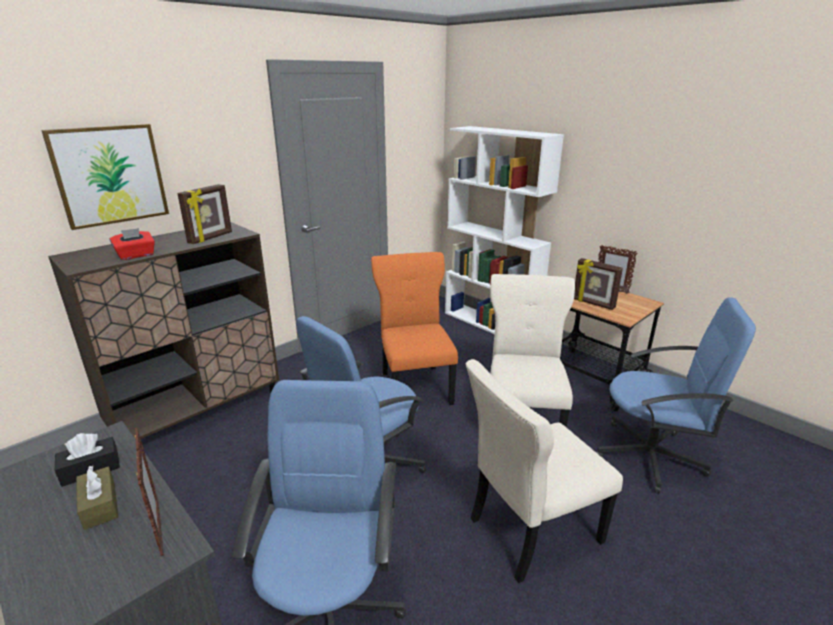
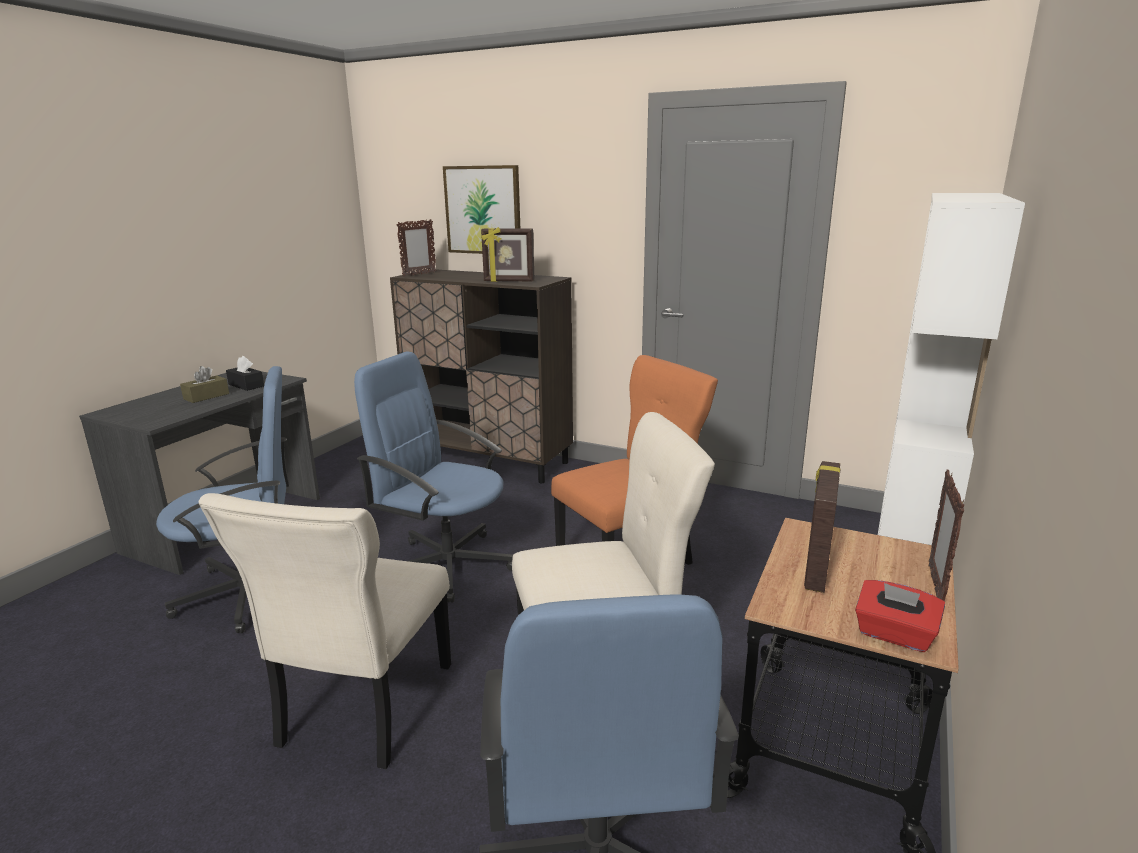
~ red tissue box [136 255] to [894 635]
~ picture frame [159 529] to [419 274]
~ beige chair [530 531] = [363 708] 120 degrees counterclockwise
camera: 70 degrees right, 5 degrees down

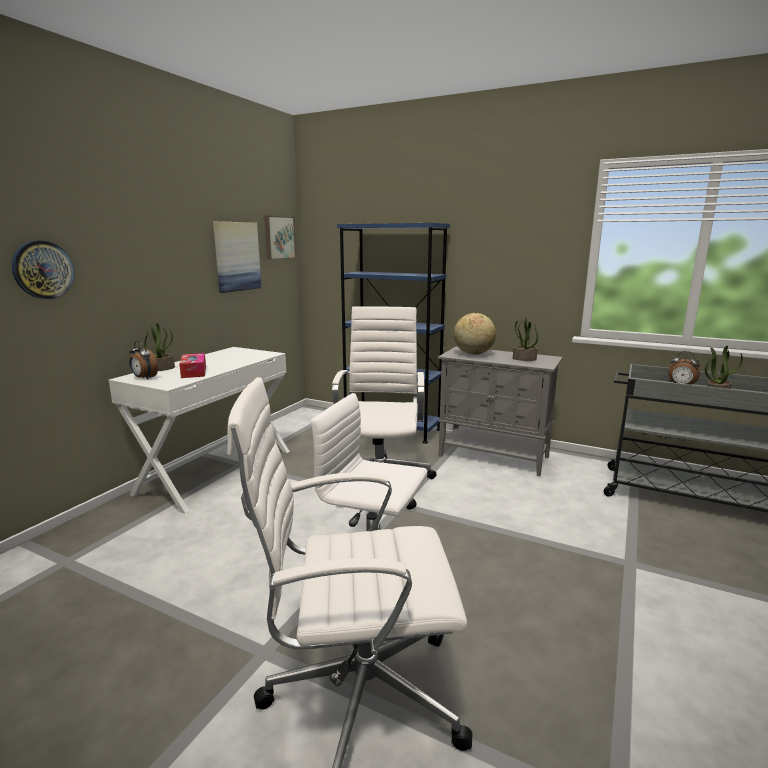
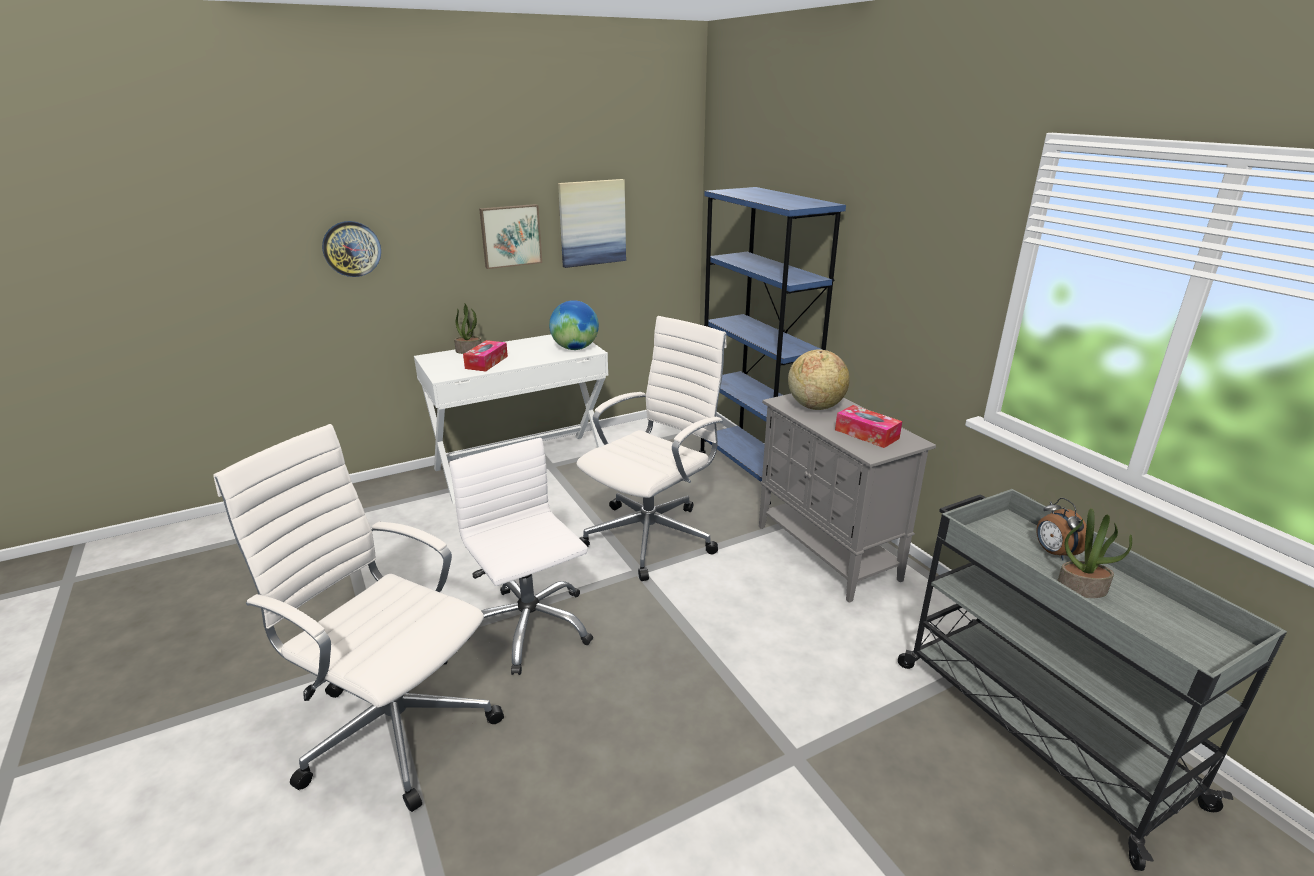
- alarm clock [144 378]
+ globe [575 348]
~ picture [278 237] to [510 235]
~ potted plant [524 359] to tissue box [866 434]
camera: 35 degrees right, 10 degrees up

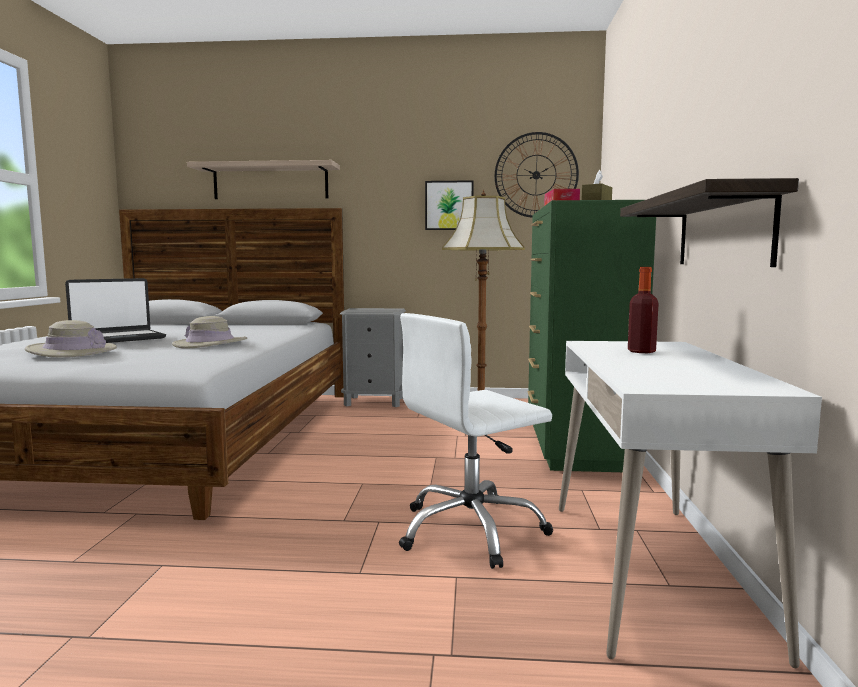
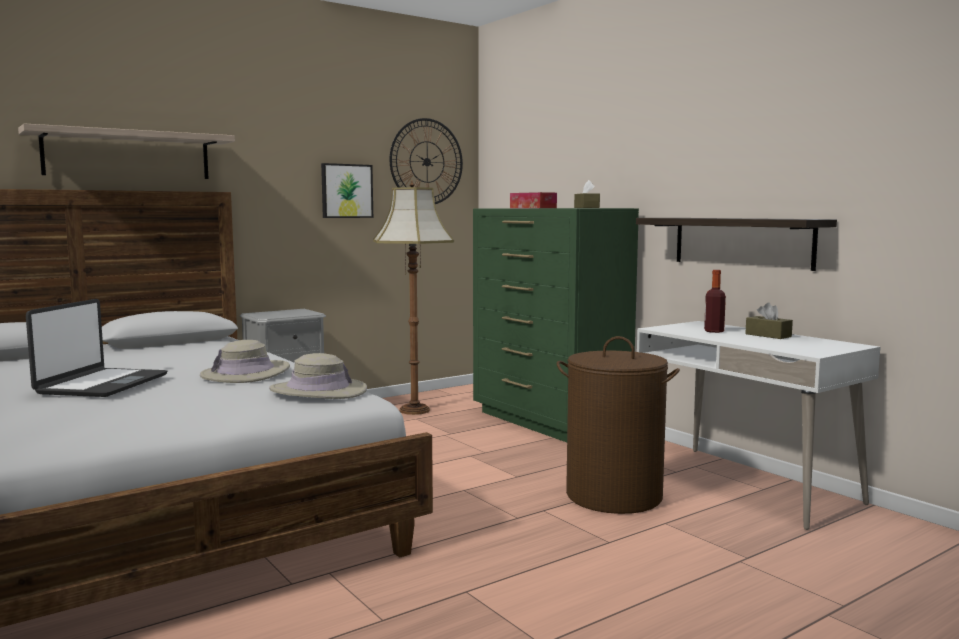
+ brown tissue box [768 335]
~ beige hat [72 351] to [318 391]
~ white office chair [471 531] to brown laundry basket [613 496]
camera: 40 degrees left, 0 degrees up

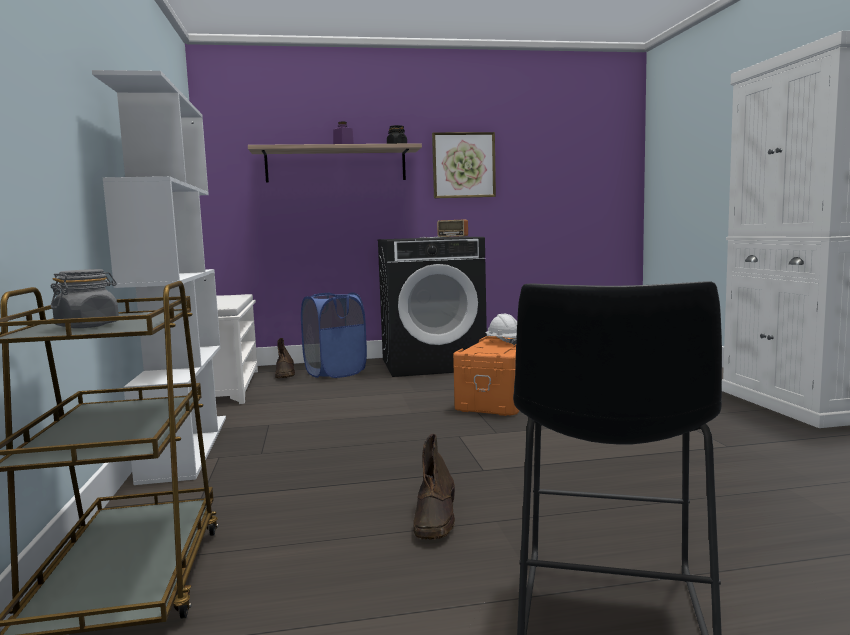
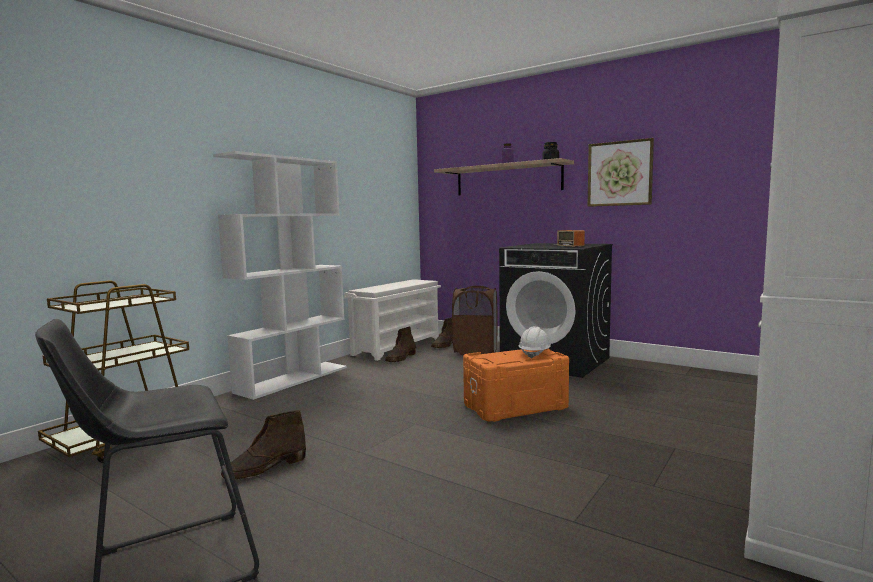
- grey jar [88 326]
+ brown boot [401 358]
~ blue laundry basket [335 372] to brown laundry basket [475 351]
camera: 45 degrees right, 0 degrees up

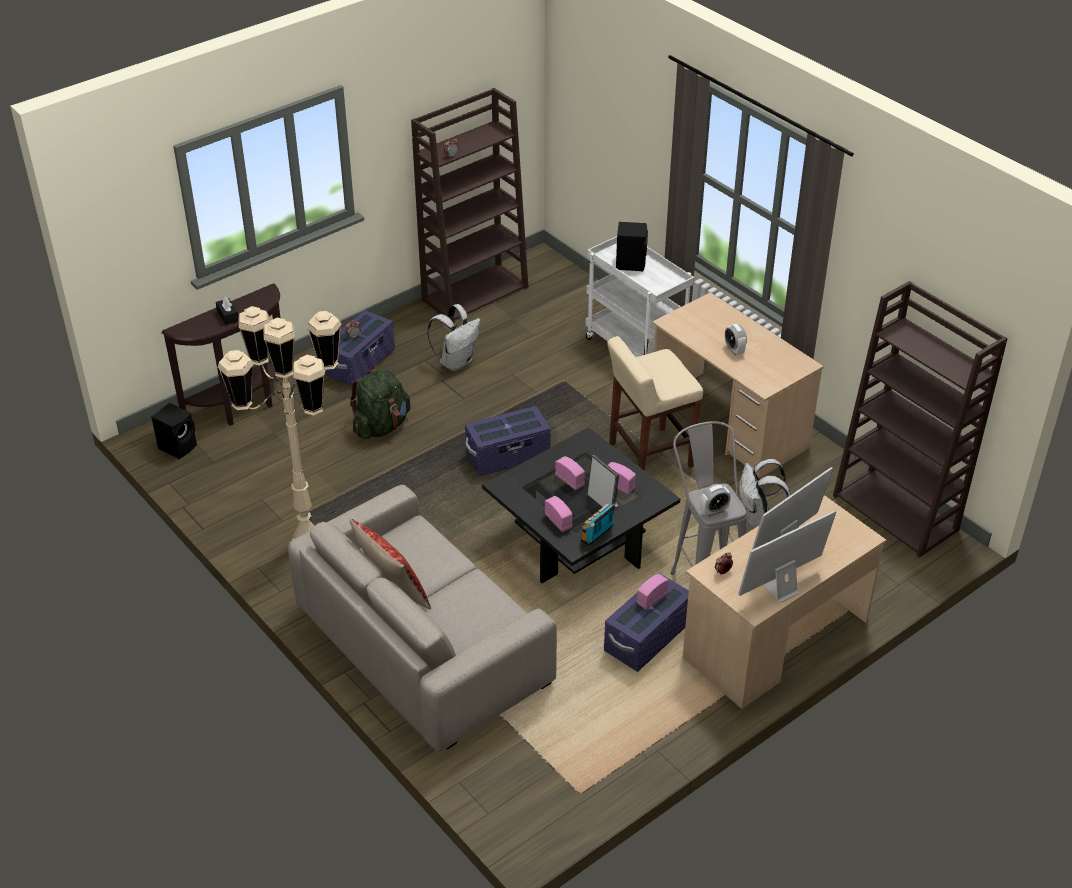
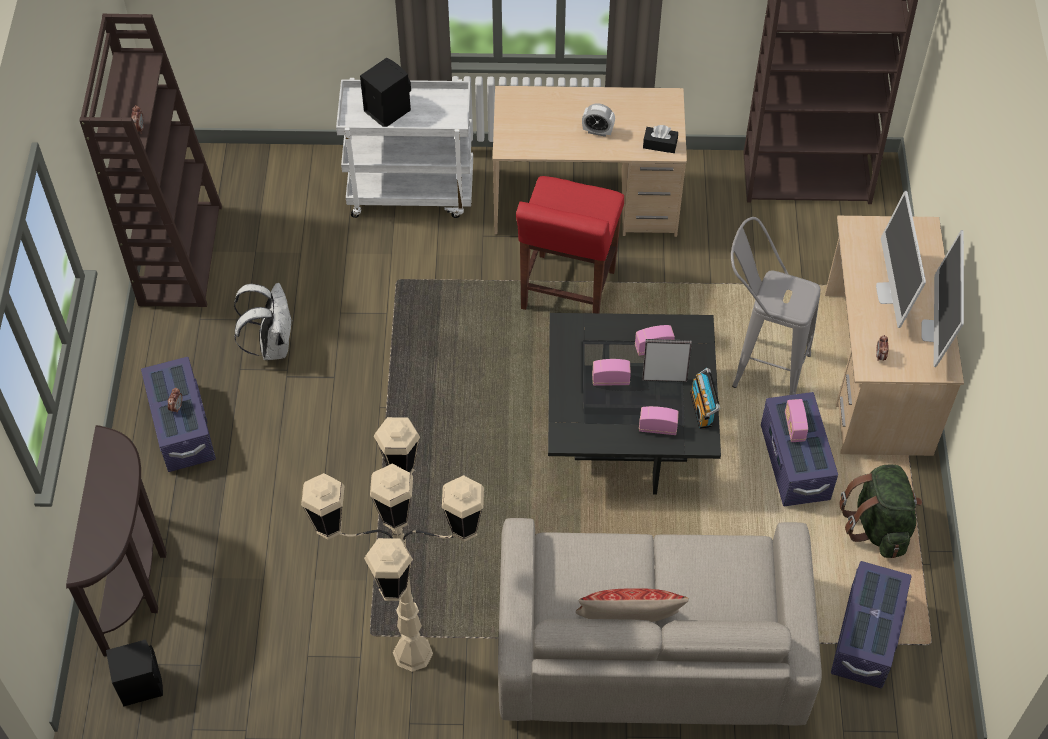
- alarm clock [714 511]
- white backpack [757 519]
~ black tissue box [228 316] to [660 144]
~ green backpack [381 426] to [878 525]
~ purple storage box [508 457] to [866 636]
~ beige stool [649 455] to red stool [567 291]
camera: 50 degrees left, 15 degrees up

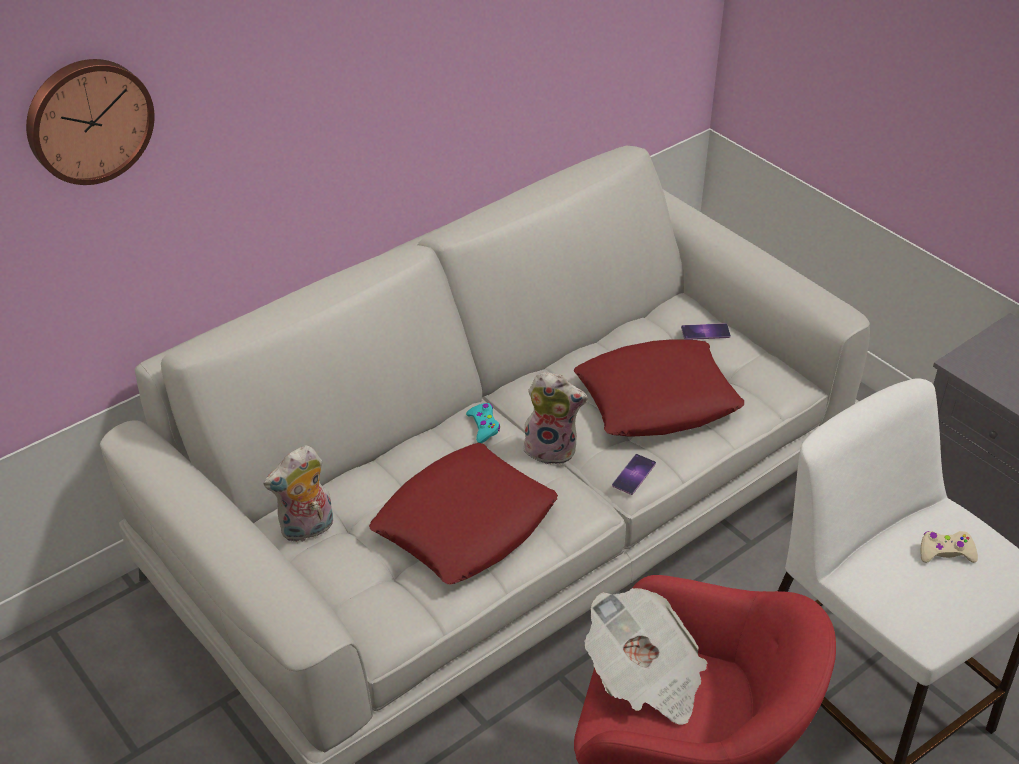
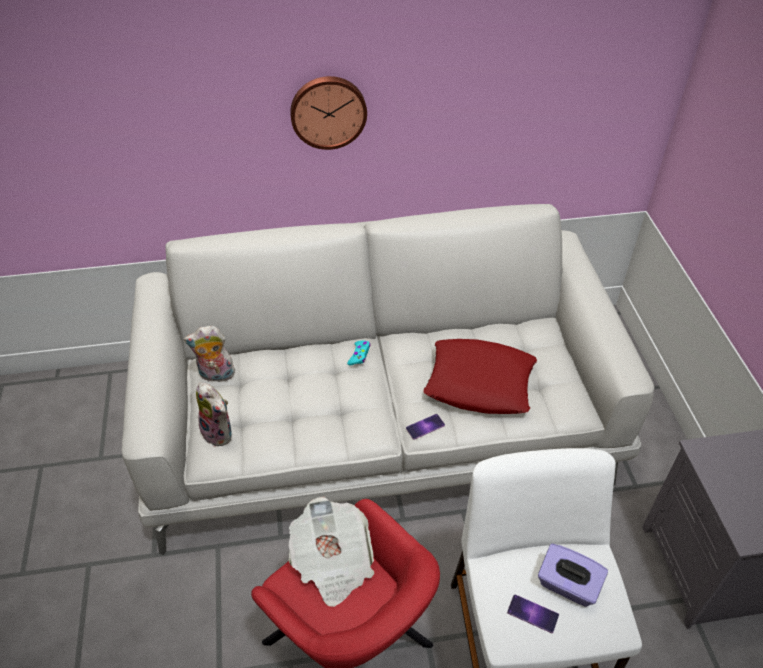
- red pillow [465 523]
~ wall clock [88 119] to [328 111]
~ plush toy [552 449] to [220 432]
~ phone [705 332] to [532 613]
~ beige game controller [945 552] to purple tissue box [567 585]
camera: 30 degrees right, 5 degrees up

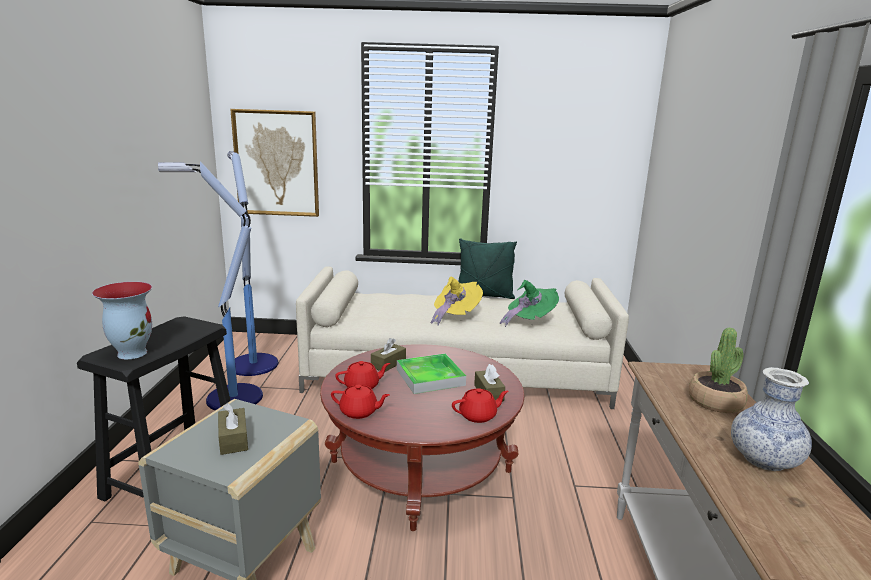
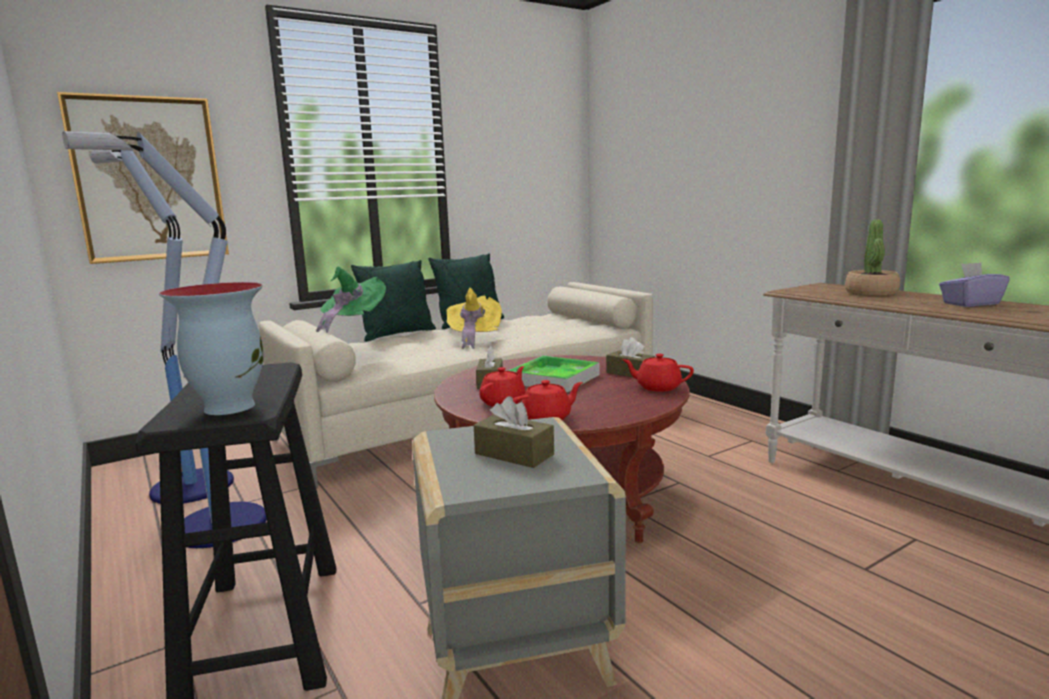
+ green pillow [397 334]
~ green hat [529 320] to [352 323]
~ vase [764 460] to purple tissue box [970 304]
~ red teapot [478 416] = [657 387] 105 degrees counterclockwise
camera: 35 degrees left, 5 degrees down

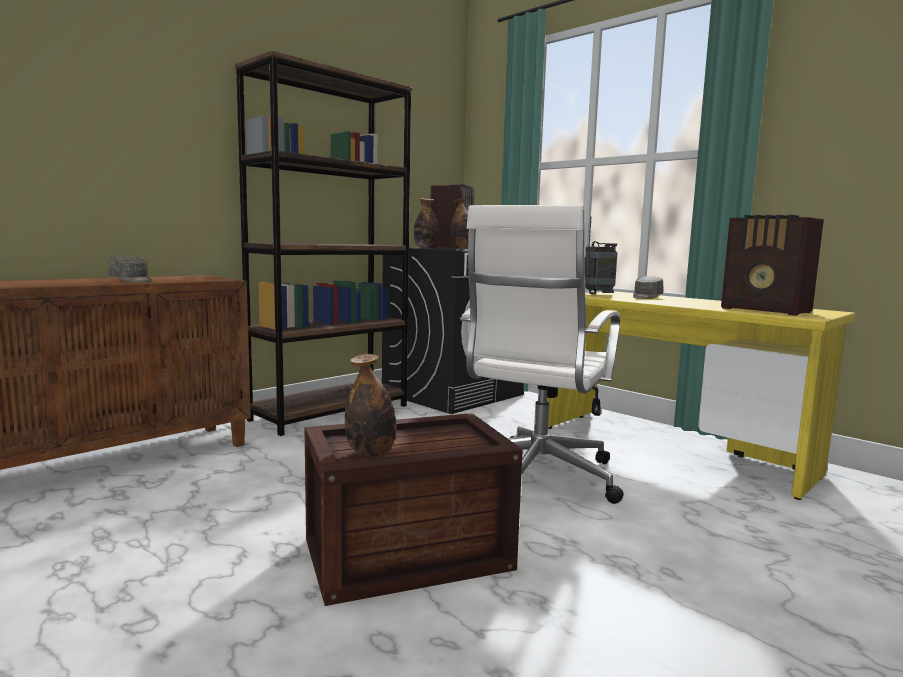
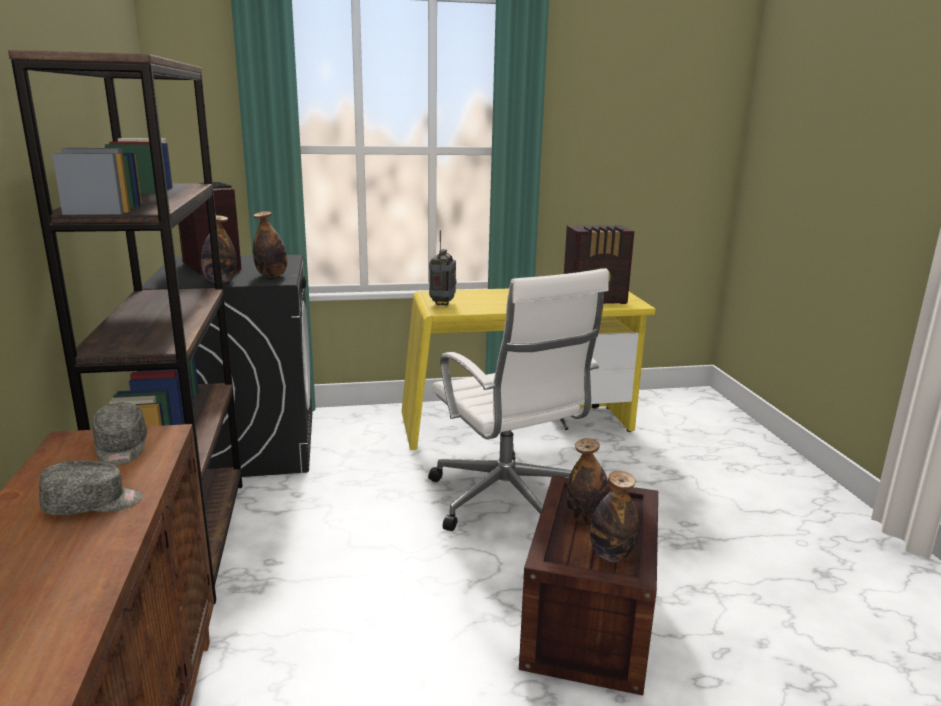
+ bottle [586 519]
~ grey cap [646 297] to [121 448]
camera: 55 degrees left, 10 degrees up

